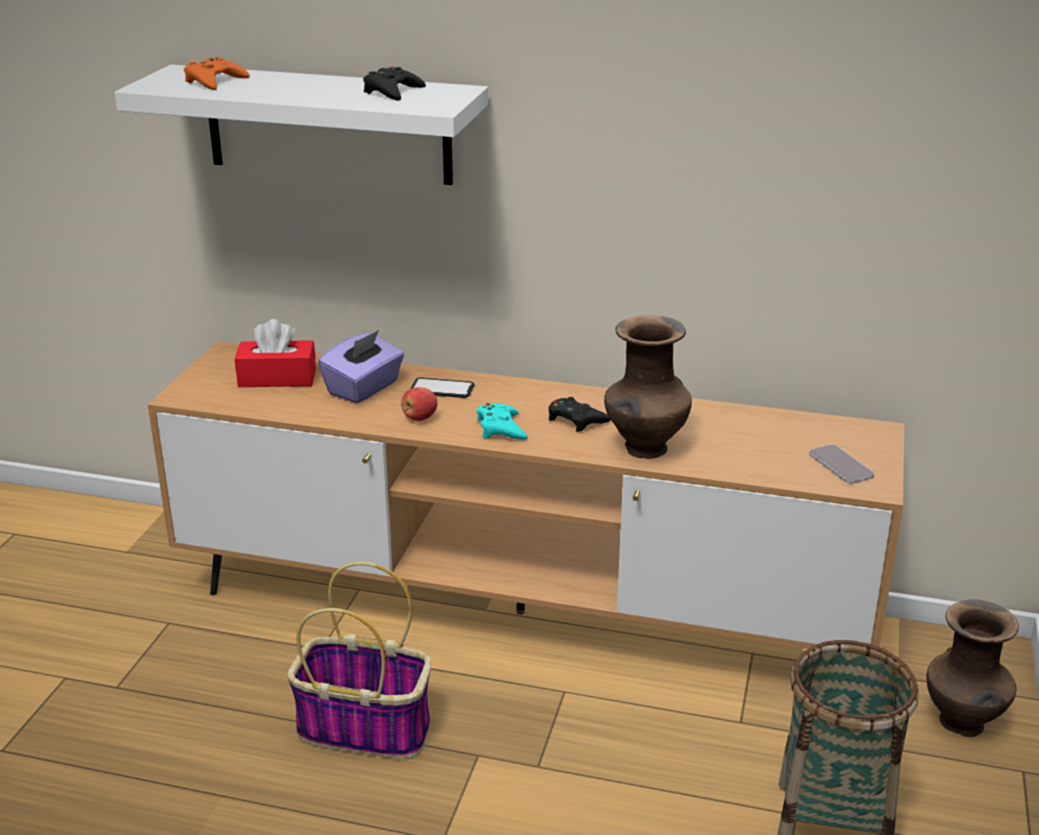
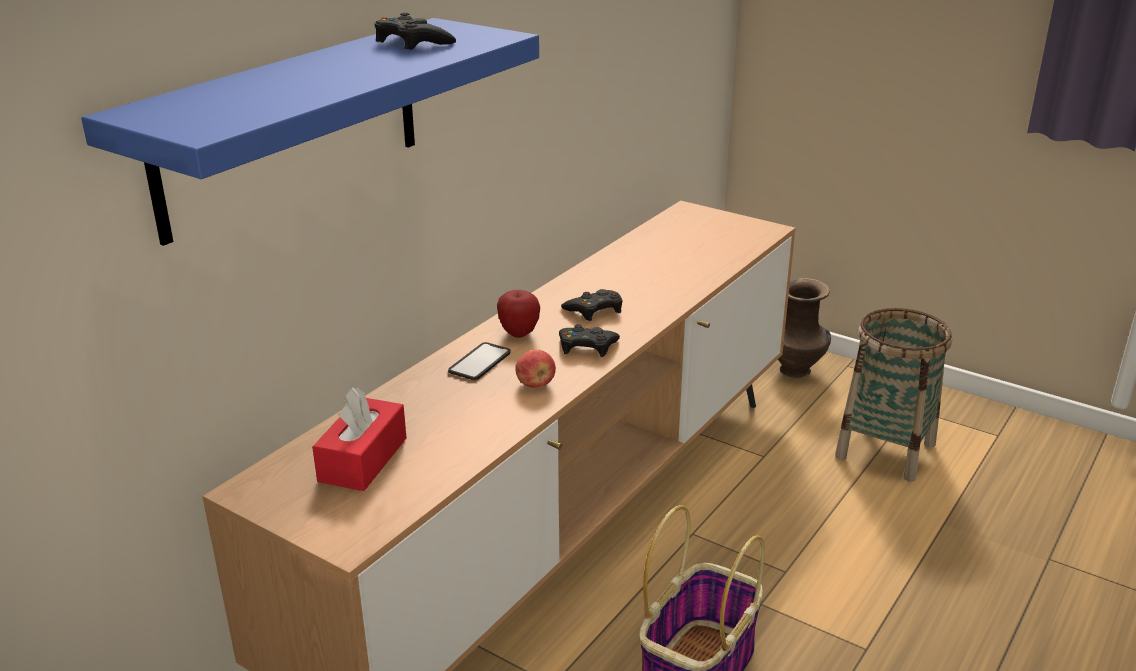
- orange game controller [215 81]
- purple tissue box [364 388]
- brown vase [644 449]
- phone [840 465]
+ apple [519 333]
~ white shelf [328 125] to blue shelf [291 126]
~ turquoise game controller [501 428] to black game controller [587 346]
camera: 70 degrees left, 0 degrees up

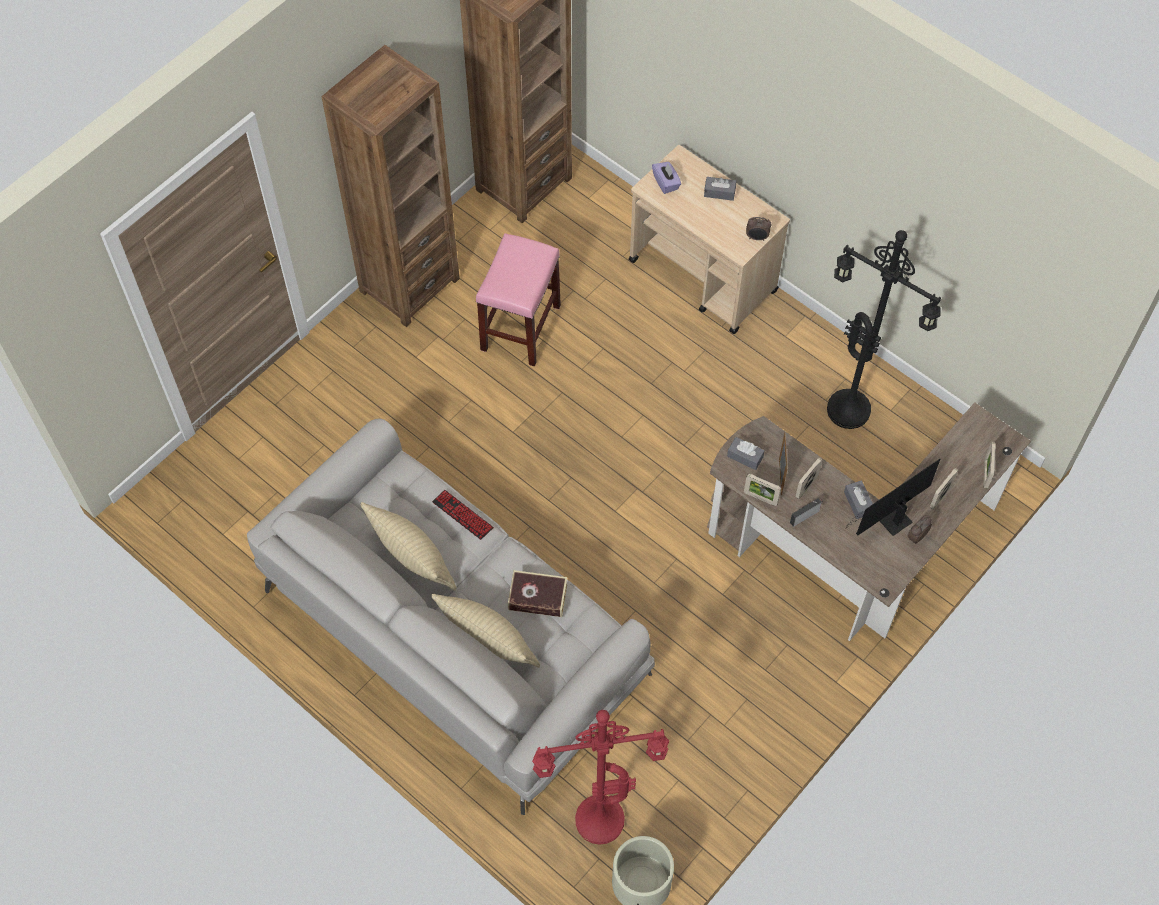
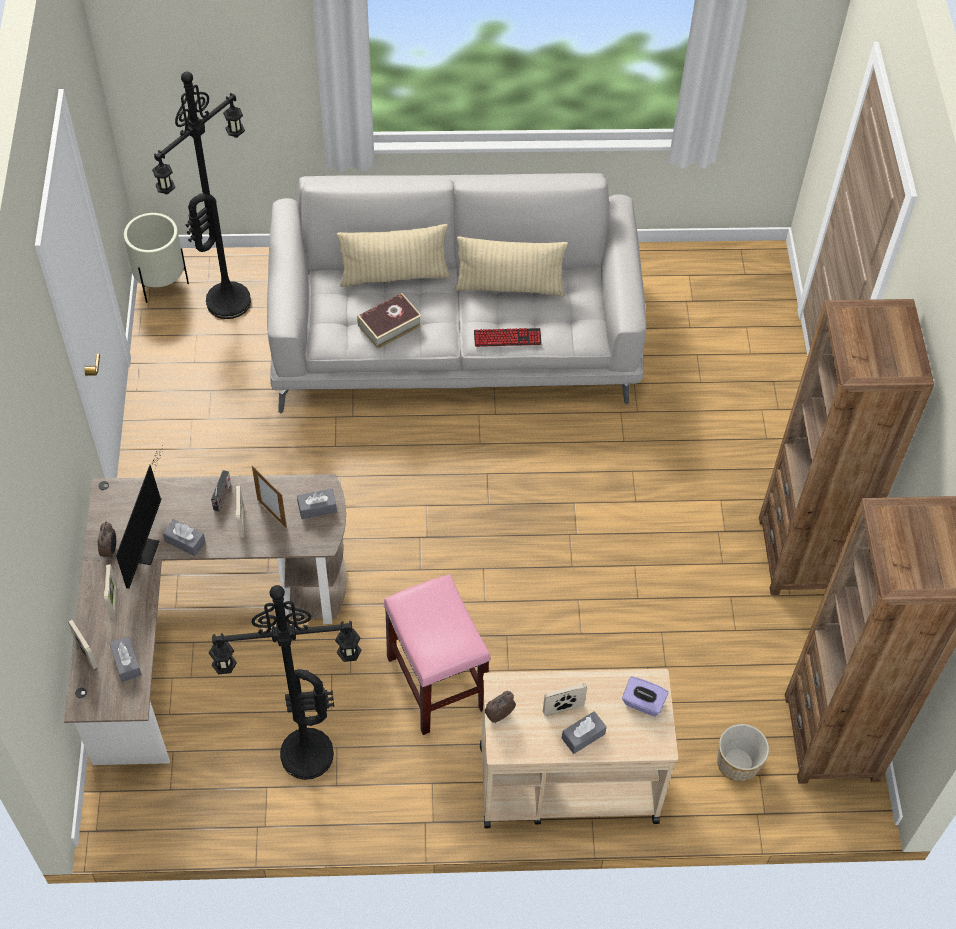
+ grey tissue box [126 662]
+ planter [738 763]
~ pink stool [520 327] to [438 683]
~ picture frame [760 498] to [563 709]
~ red floor lamp [598 823] to black floor lamp [227 299]
camera: 135 degrees right, 5 degrees down

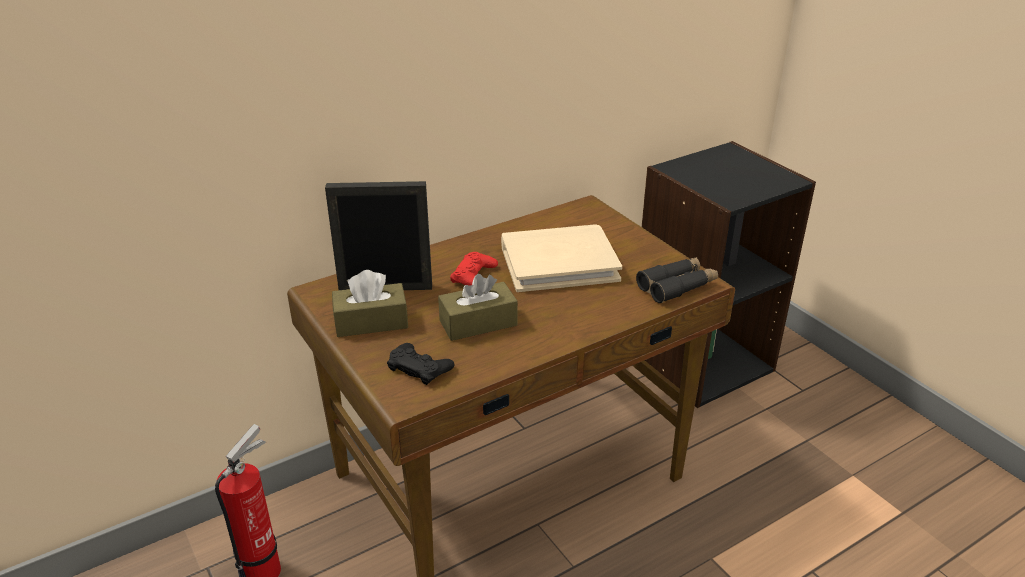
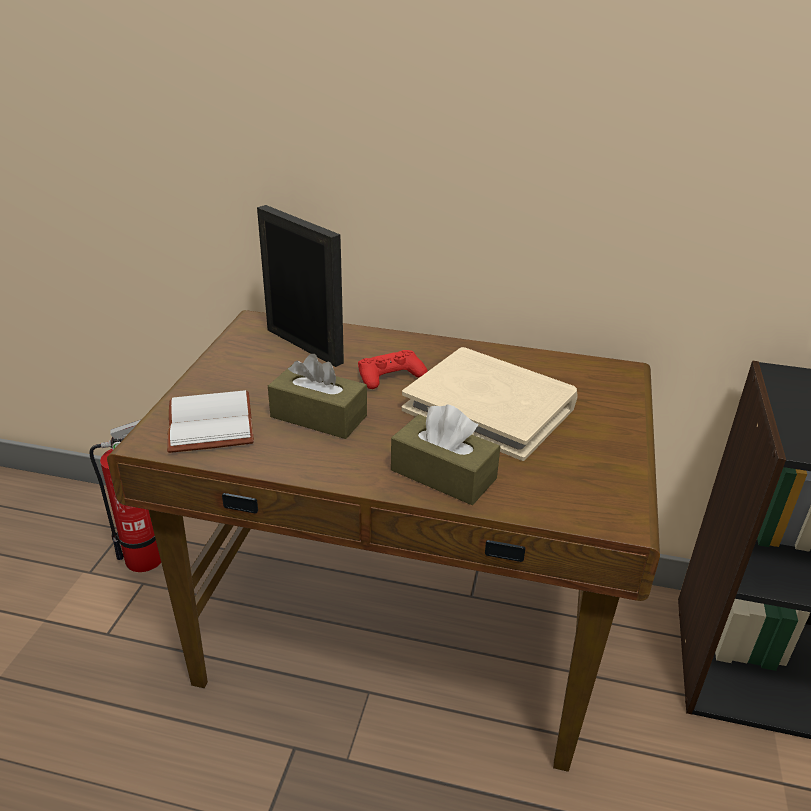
- black binoculars [677 286]
~ brown tissue box [371 322] to [443 474]
~ black game controller [419 368] to white book [207 423]
camera: 45 degrees right, 0 degrees up

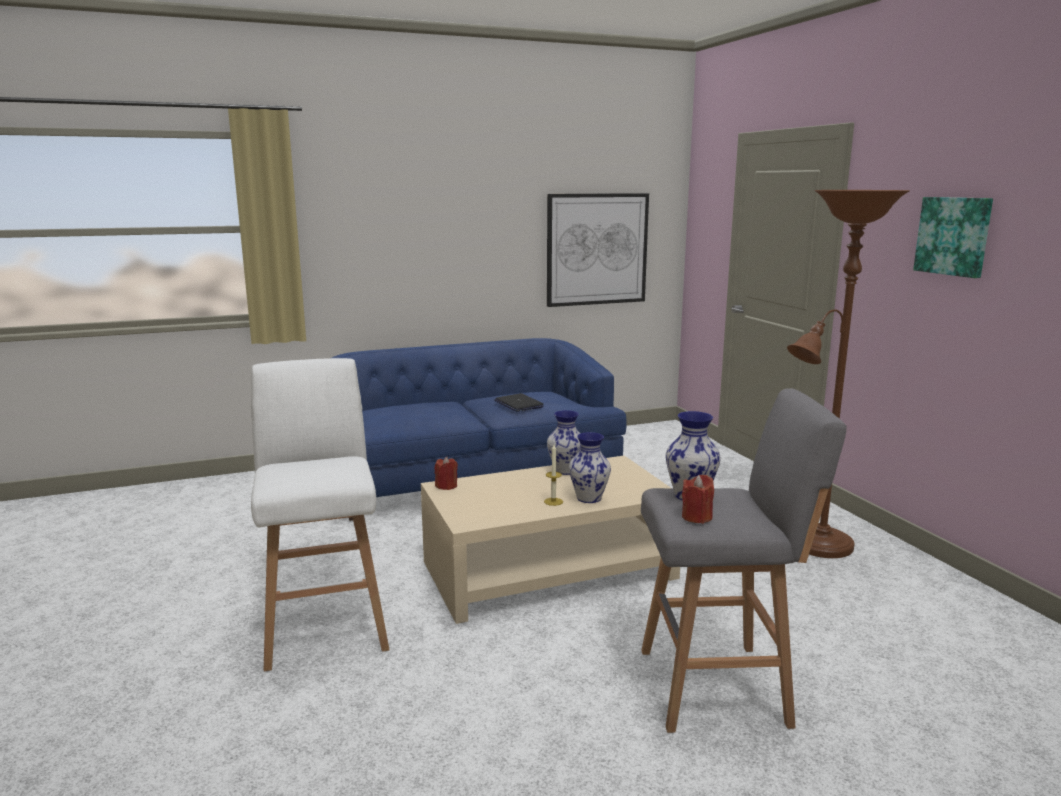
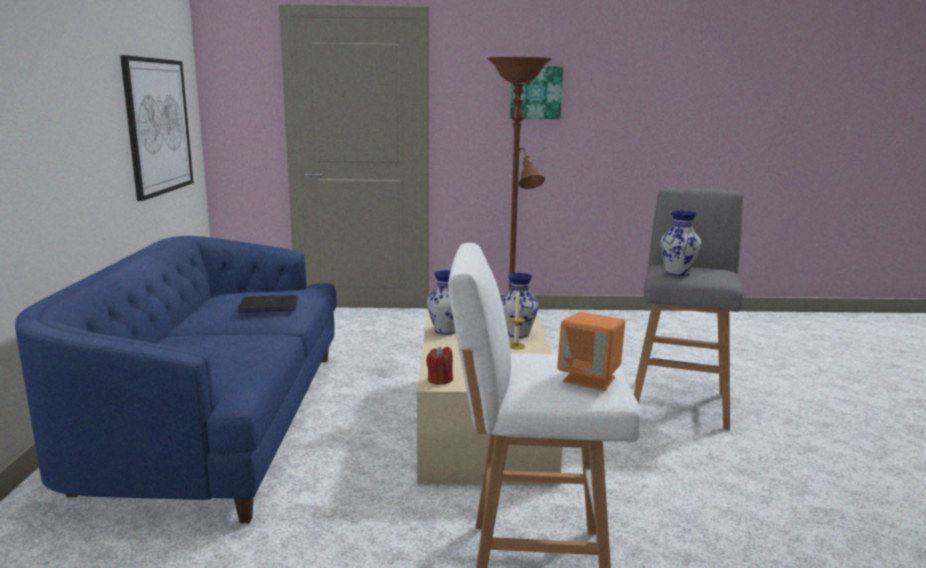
- red candle [697 517]
+ orange speaker [590 379]
camera: 70 degrees left, 0 degrees up

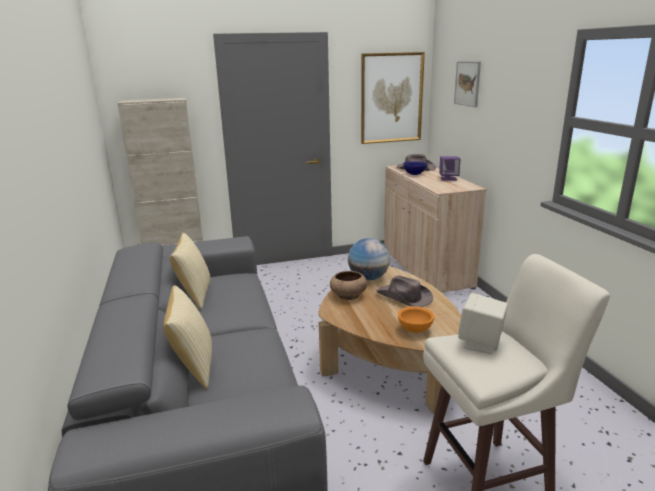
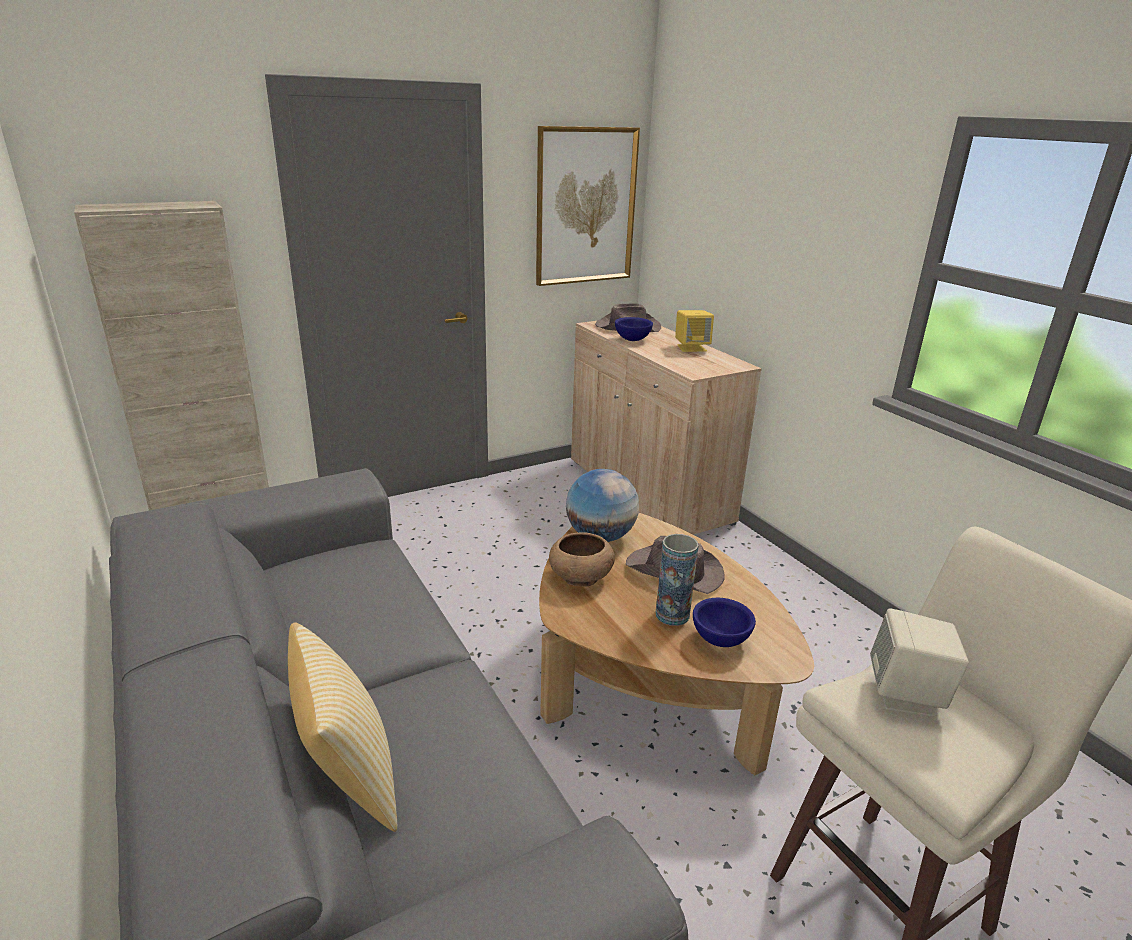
- pillow [194 295]
- picture [467 83]
+ vase [672 615]
~ orange bowl [415 329] to blue bowl [720 639]
~ purple speaker [448 178] to yellow speaker [691 348]
camera: 15 degrees left, 5 degrees up

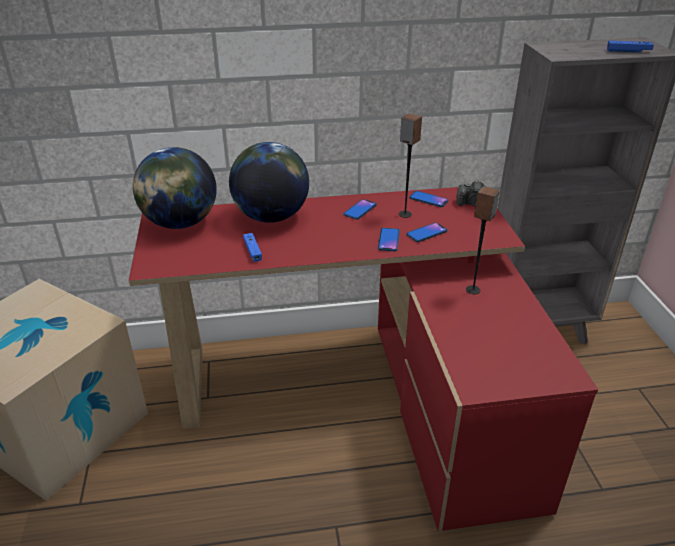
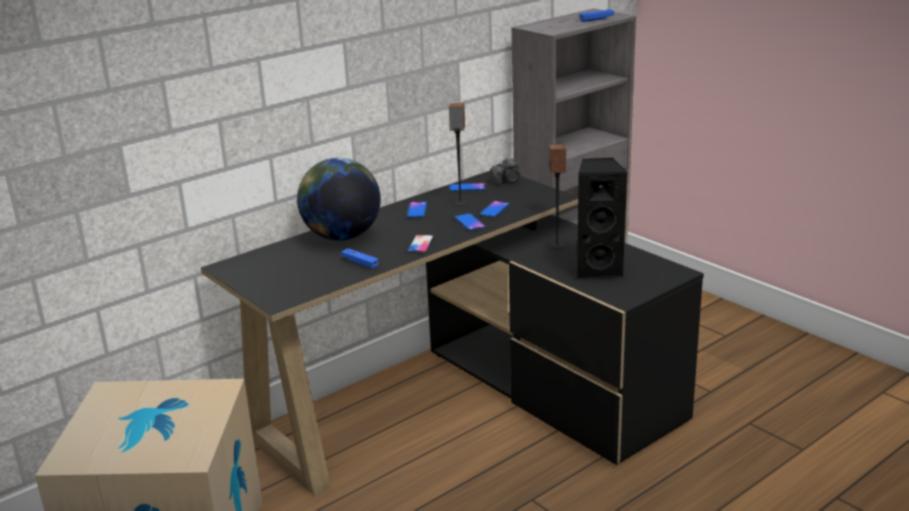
- globe [180 223]
+ phone [421 245]
+ black speaker [598 269]
~ red desk [364 393] to black desk [465 403]
camera: 30 degrees left, 10 degrees down

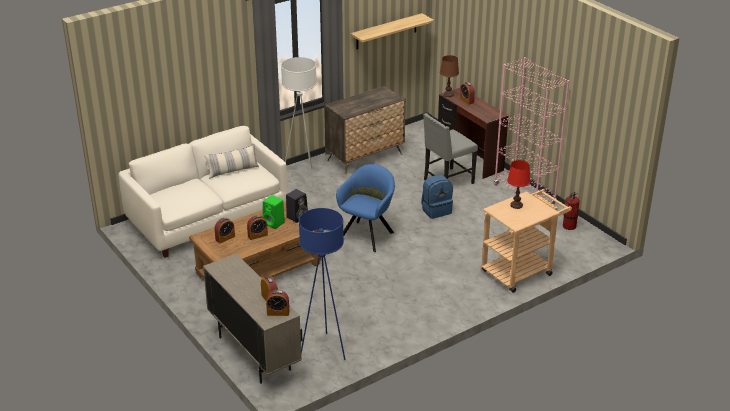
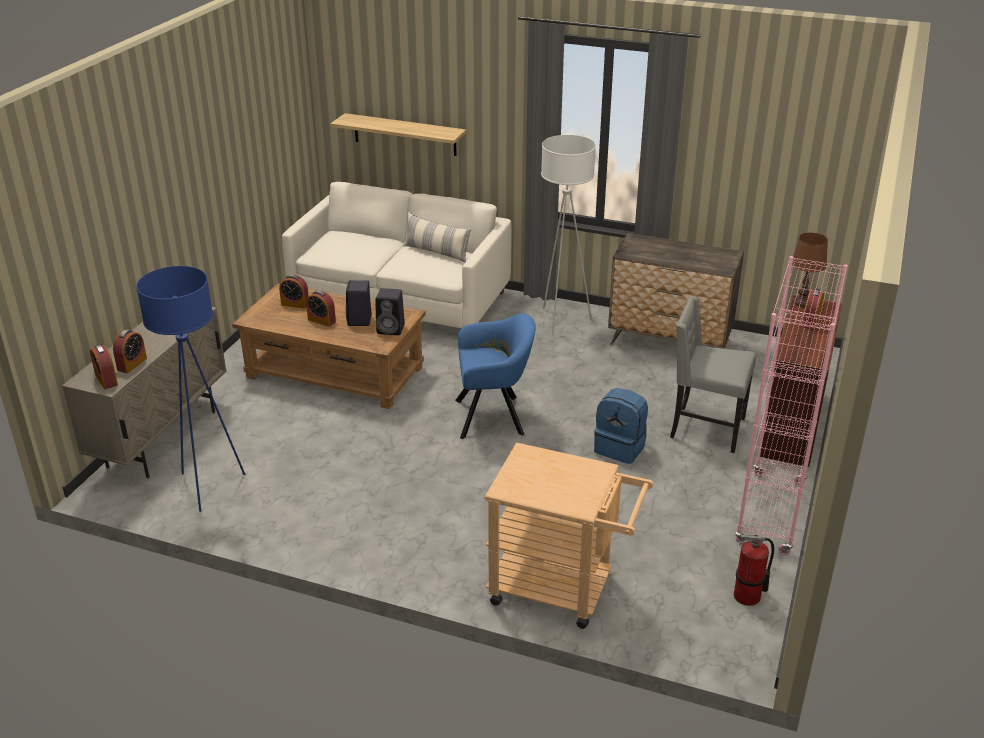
- red table lamp [516 205]
~ shelf [386 31] to [405 134]
~ green speaker [274 223] to black speaker [359 321]
camera: 55 degrees right, 0 degrees up

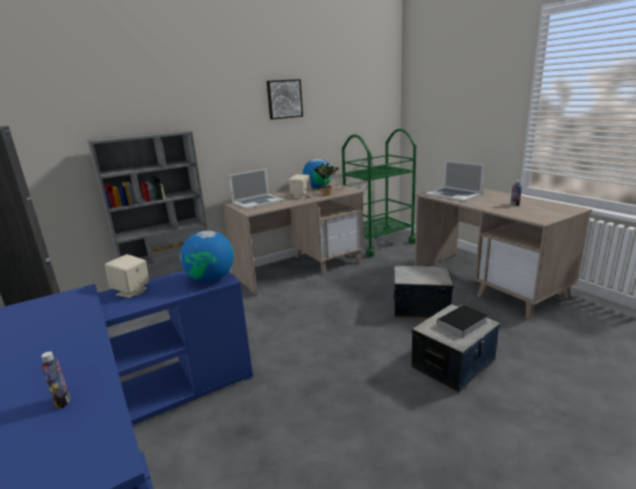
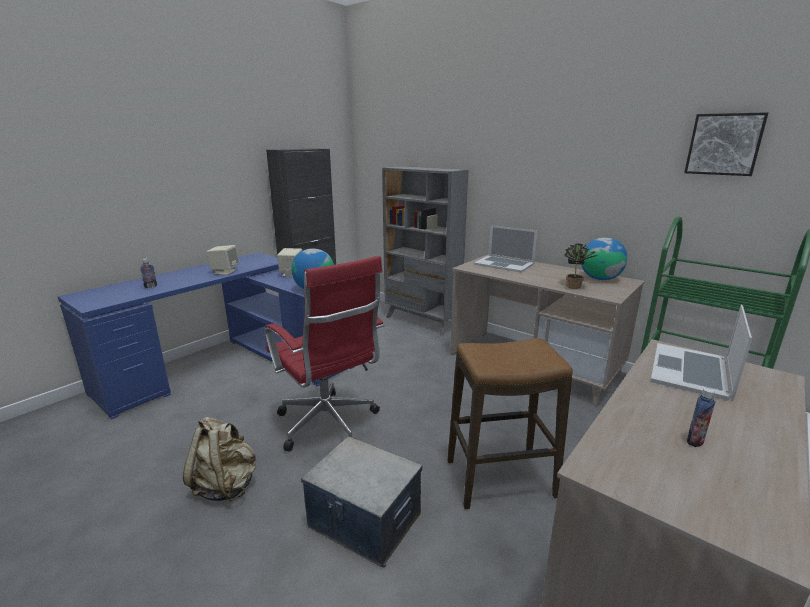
- book [461 324]
+ beige backpack [226 485]
+ red office chair [329 425]
~ picture [284 99] to [724 144]
~ beige speaker [300 196] to [225 272]
~ storage box [420 307] to stool [500 478]
camera: 70 degrees right, 0 degrees up

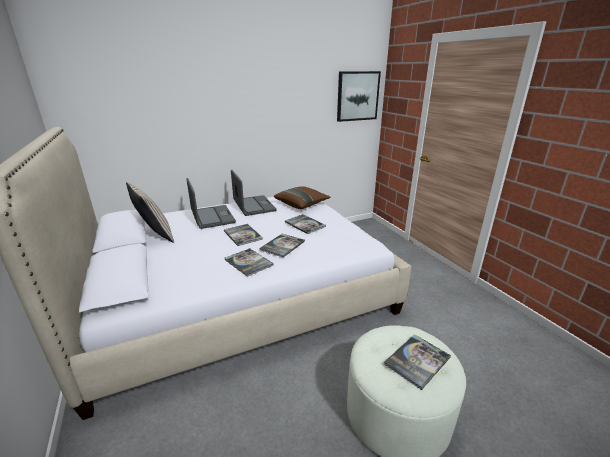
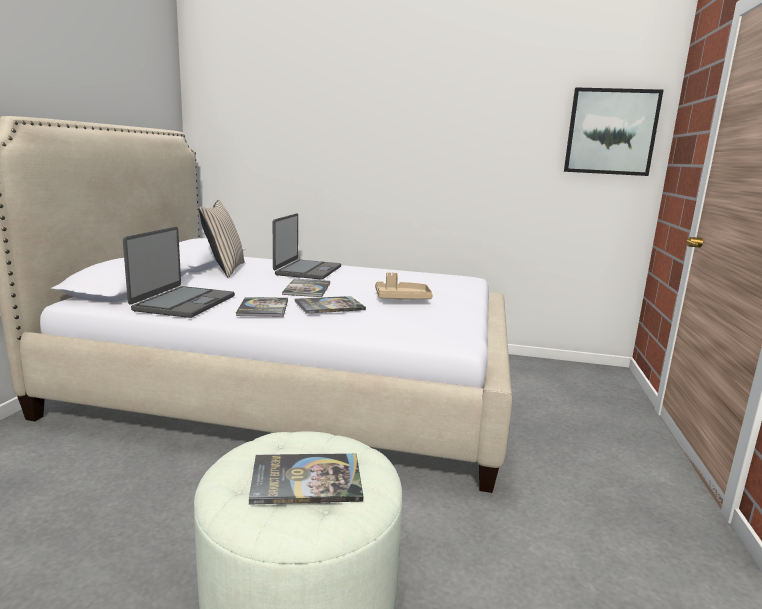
- brown pillow [302 204]
~ laptop [253 206] to [183 303]
~ book [305 224] to beige tray [401 298]
camera: 35 degrees right, 10 degrees down

